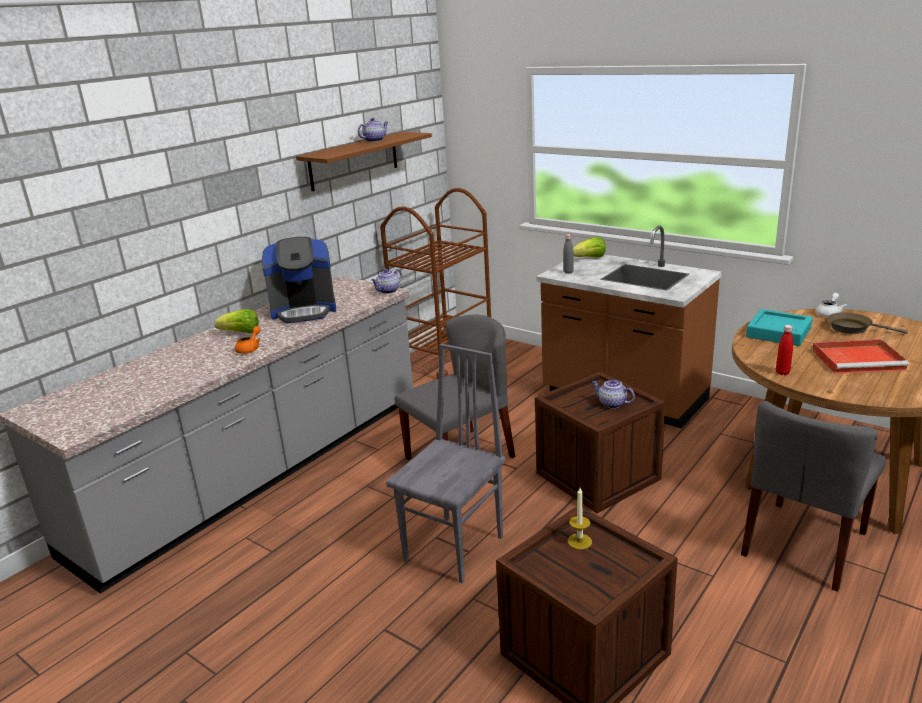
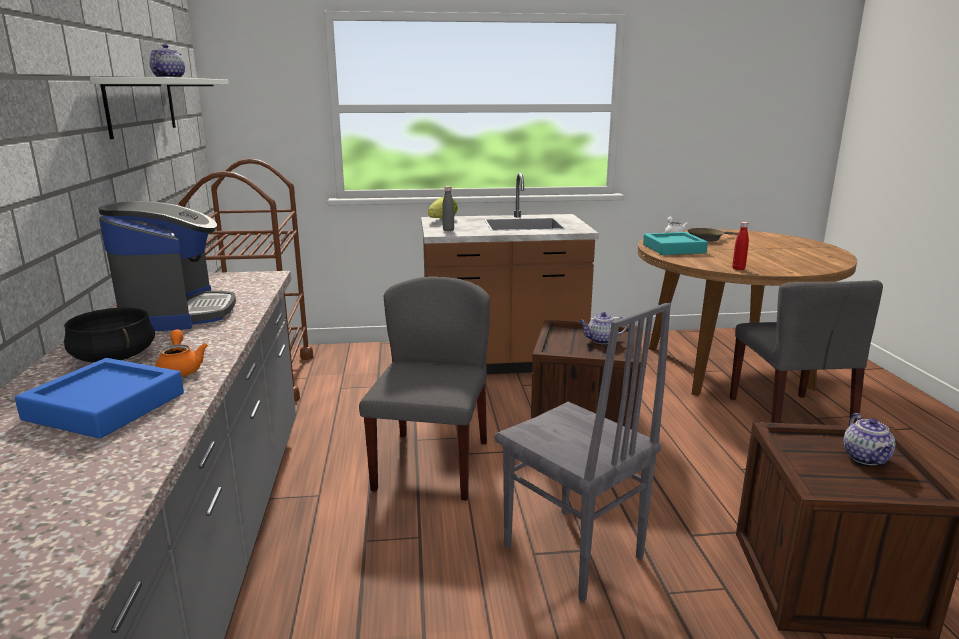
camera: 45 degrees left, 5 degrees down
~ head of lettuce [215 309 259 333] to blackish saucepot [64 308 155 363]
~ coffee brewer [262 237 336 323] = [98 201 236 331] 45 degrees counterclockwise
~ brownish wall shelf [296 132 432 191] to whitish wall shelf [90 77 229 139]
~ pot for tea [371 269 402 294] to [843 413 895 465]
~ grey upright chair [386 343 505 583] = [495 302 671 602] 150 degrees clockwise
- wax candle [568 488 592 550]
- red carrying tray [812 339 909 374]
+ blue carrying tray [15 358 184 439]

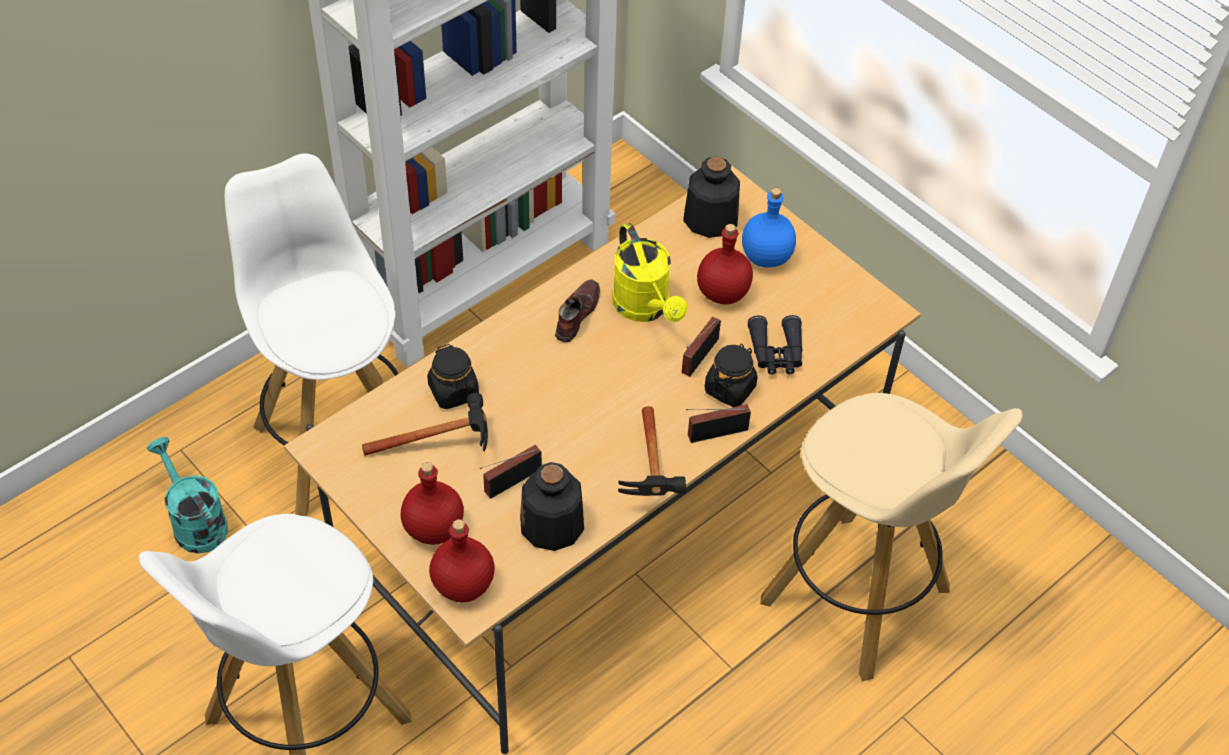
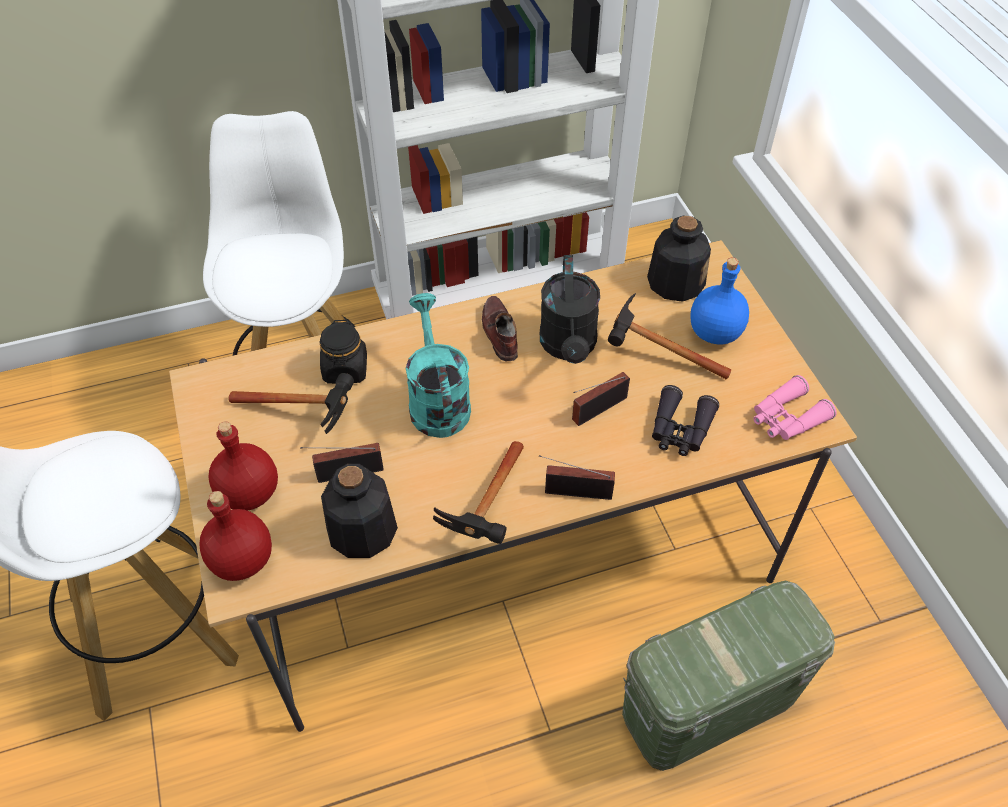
camera: 25 degrees right, 0 degrees up
~ turquoise sprinkling can [147 437 228 554] to [405 293 471 438]
~ brownish shoe [555 280 600 342] = [482 296 518 361] 60 degrees counterclockwise
~ yellow sprinkling can [612 223 687 322] to blackish sprinkling can [540 255 600 364]
~ red drink bottle [697 224 753 304] to hammer [608 293 731 380]
- blackish jar [705 344 758 407]
~ beige-coloured stool [760 393 1023 681] to green-coloured storage bin [622 580 835 771]
+ pink-coloured binoculars [753 375 837 440]

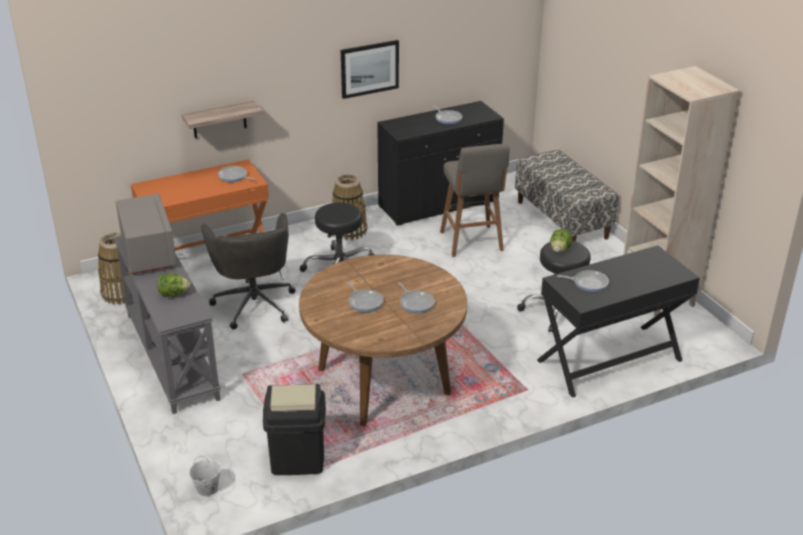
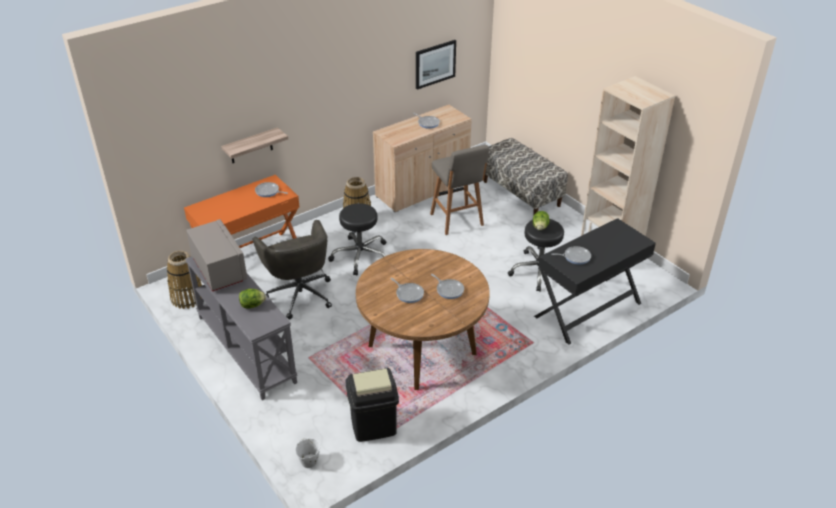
camera: 10 degrees left, 5 degrees up
~ picture [341 40 399 99] to [416 40 456 90]
~ blackish cupboard [377 101 504 226] to beige-coloured cupboard [373 105 472 212]

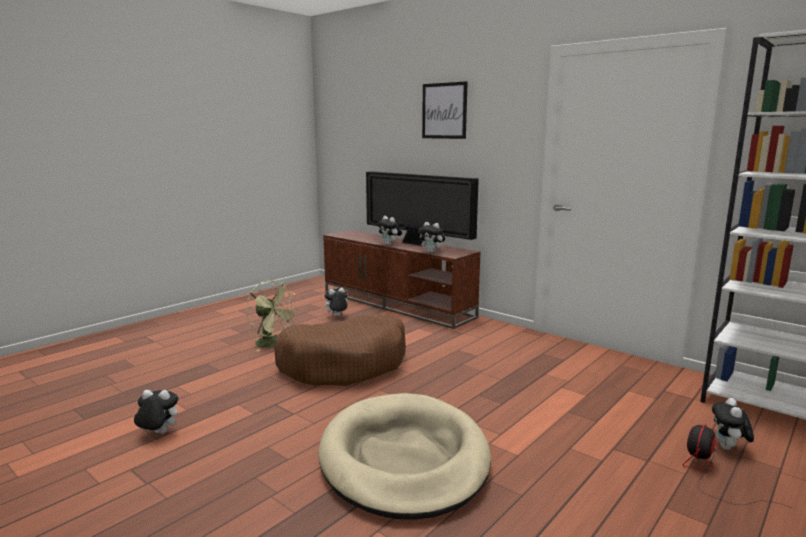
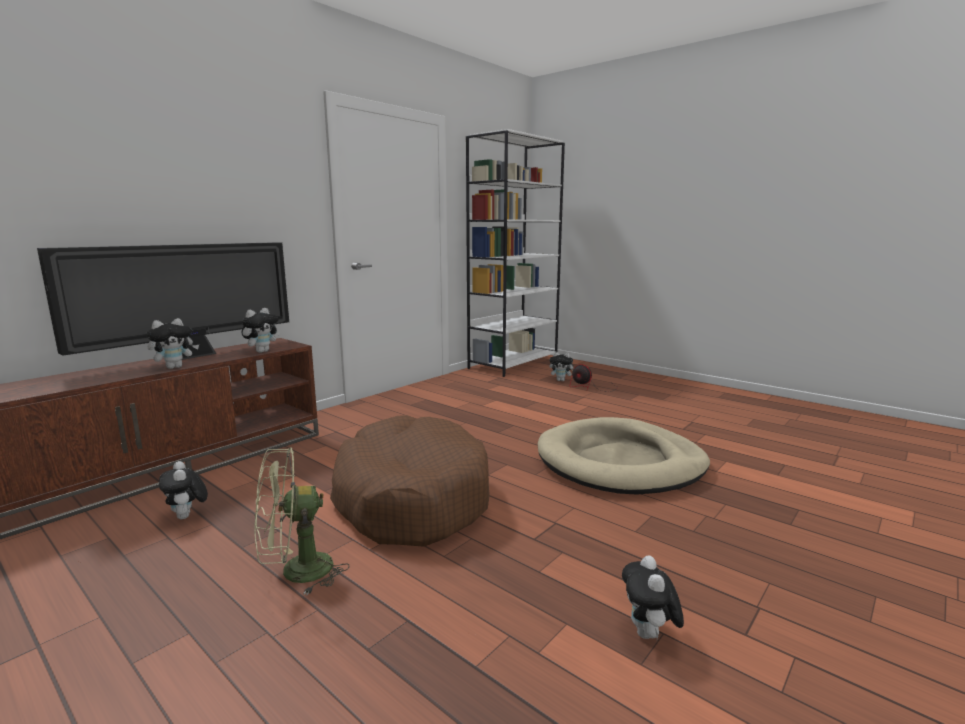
camera: 90 degrees left, 0 degrees up
~ green-coloured cooling fan [246 280 298 352] = [254 447 350 596] 150 degrees counterclockwise
- picture [422 81 468 139]

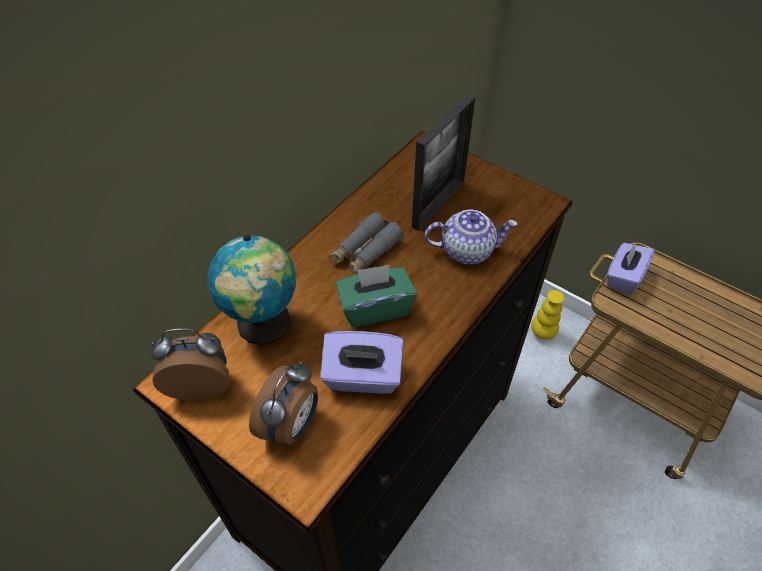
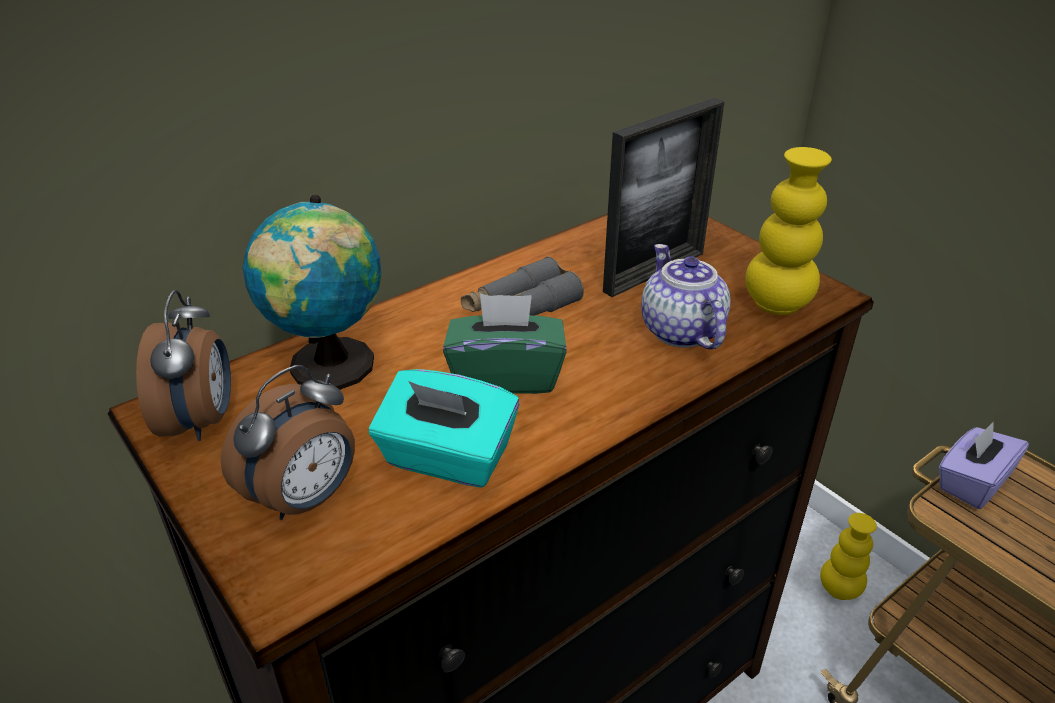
camera: 15 degrees right, 15 degrees down
~ table clock [151 329 229 401] = [136 290 231 441] 75 degrees clockwise
~ purplish tissue box [320 331 404 394] to turquoise tissue box [369 369 520 488]
~ pot for tea [424 209 517 265] = [641 244 731 350] 120 degrees counterclockwise
+ yellow flower vase [745 147 832 315]

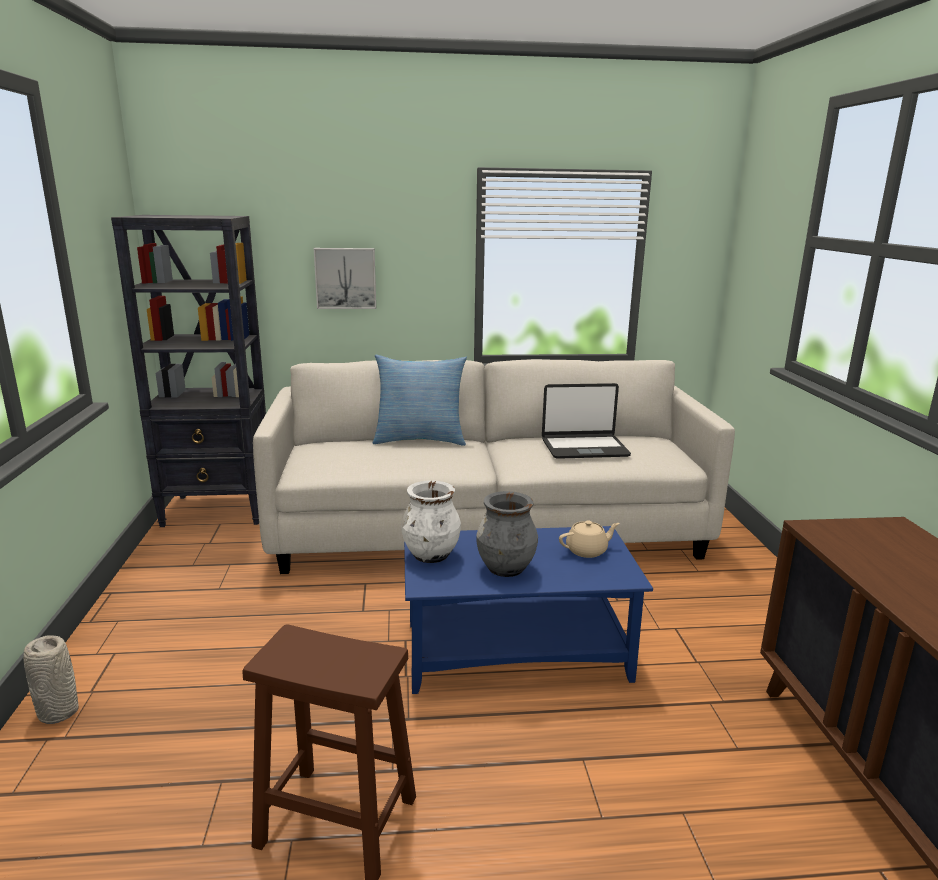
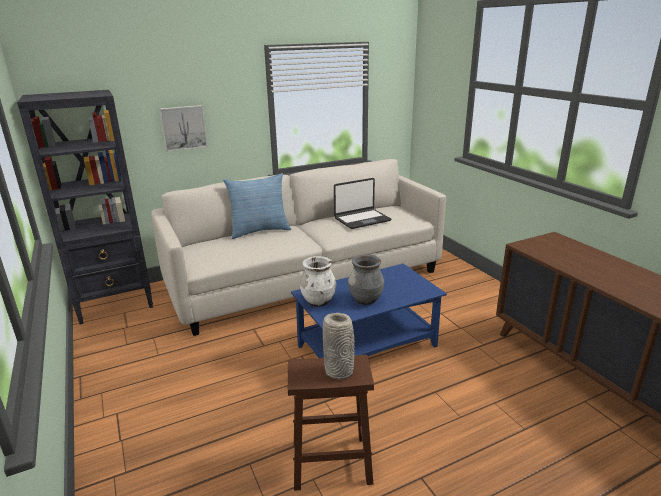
camera: 20 degrees left, 5 degrees up
~ grey flower vase [23 635 79 724] to [323 313 355 379]
- beige-coloured pot for tea [559 521 620 558]

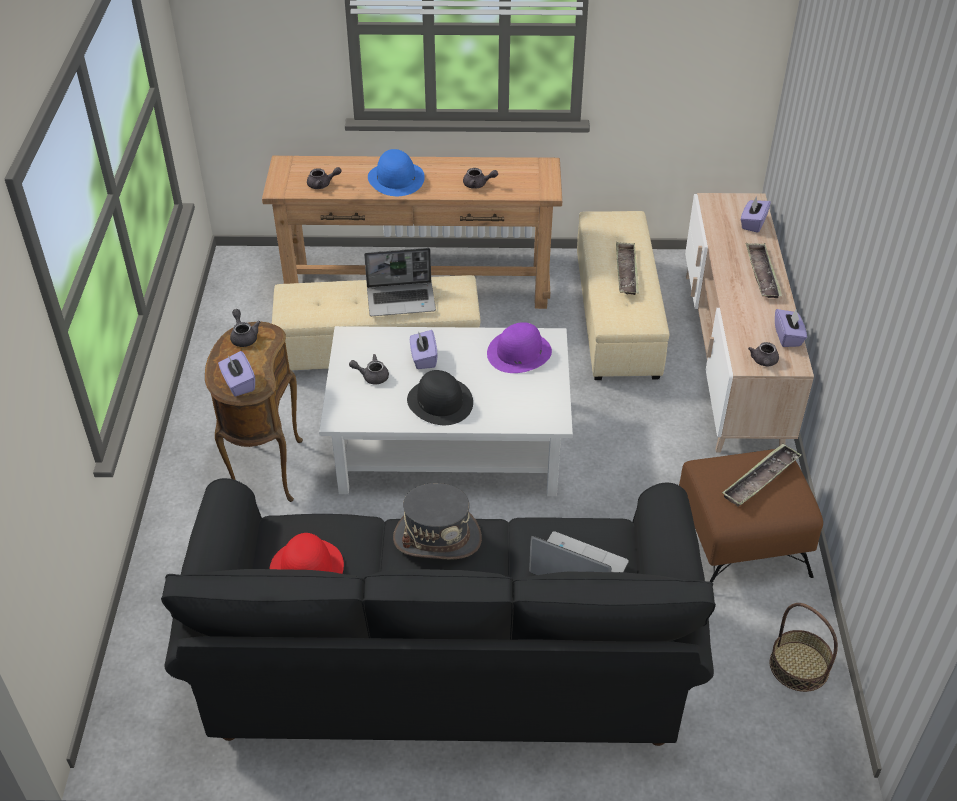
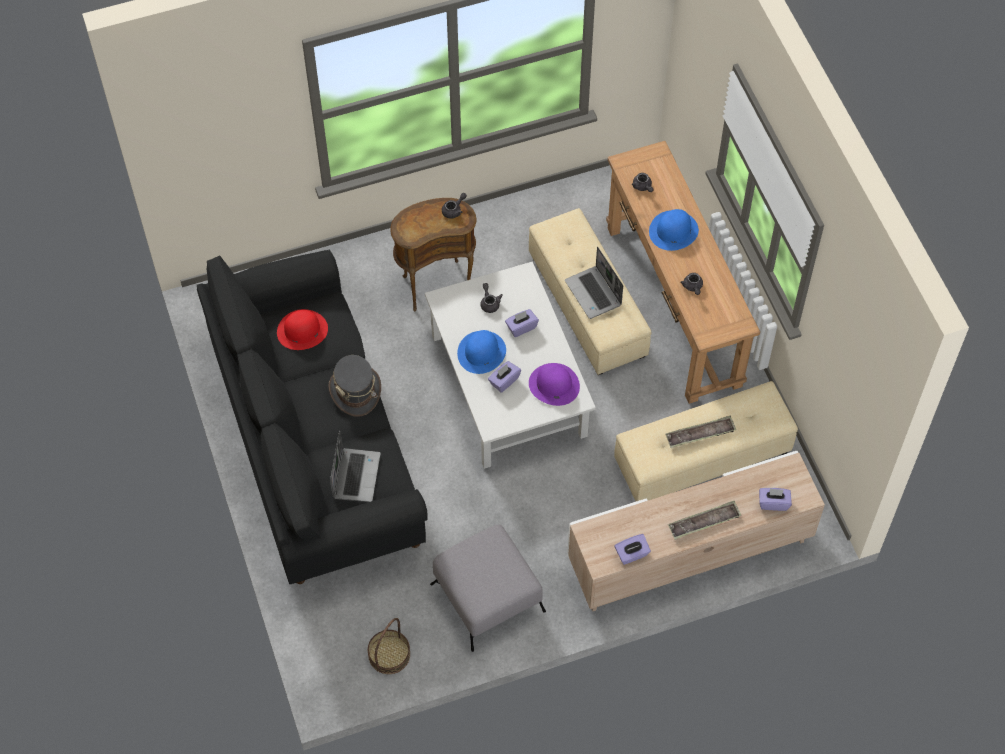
camera: 70 degrees right, 15 degrees up
~ purplish tissue box [218 351 255 396] to [488 361 521 393]
~ blackish clothing hat [407 370 473 425] to blue clothing hat [457 330 506 374]
~ brownish ottoman [679 449 823 583] to grey ottoman [430 525 546 652]
- carrying tray [722 443 801 507]
- grey pot for tea [748 342 779 366]

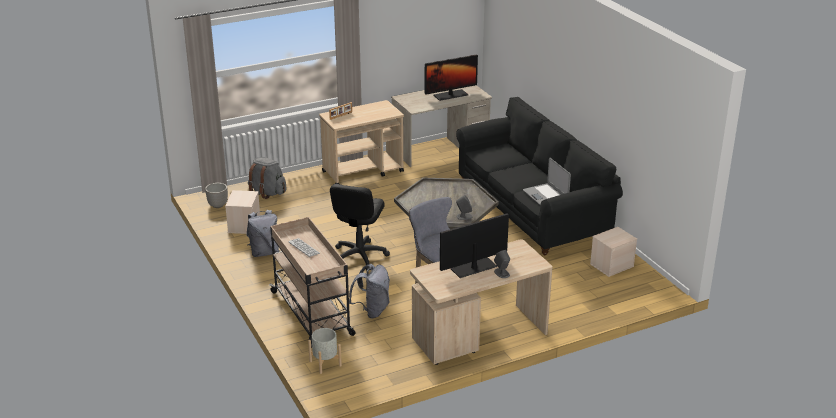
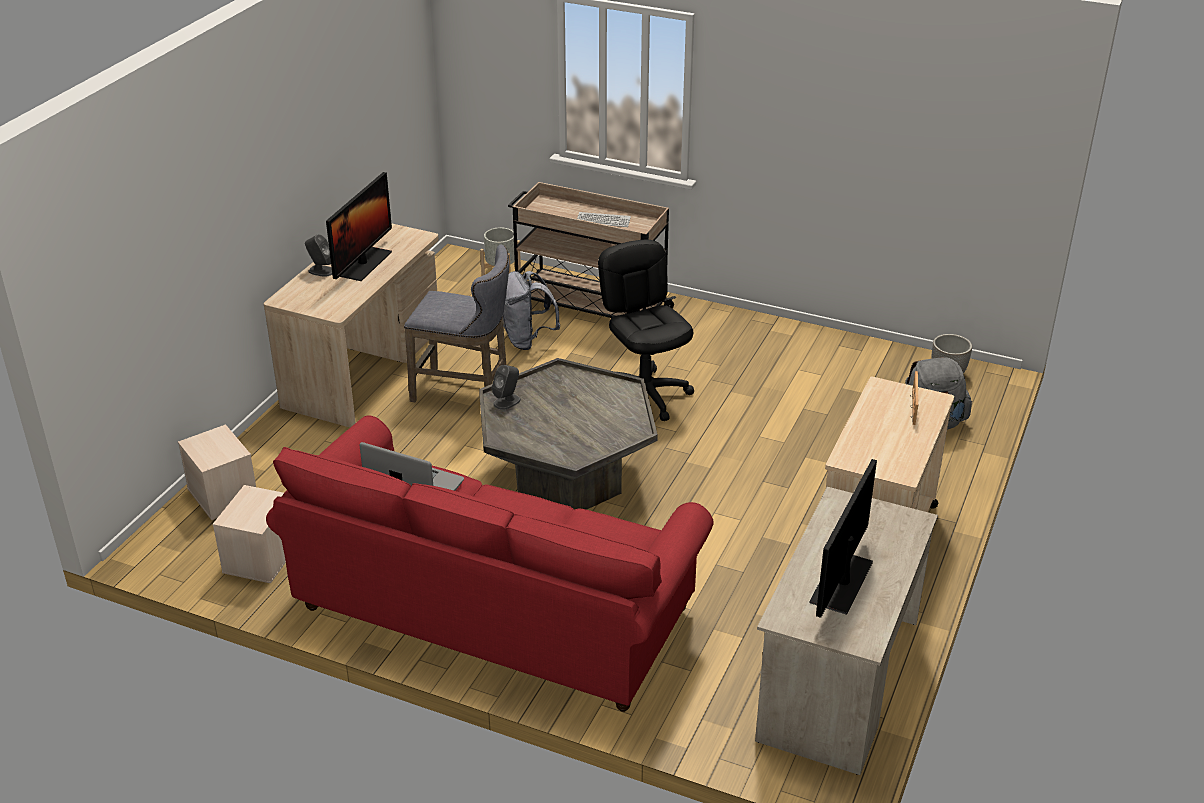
camera: 140 degrees right, 5 degrees up
~ beige-coloured storage bin [225 190 260 234] to [178 424 256 520]
- grey backpack [246 210 279 257]
~ blackish settee [456 97 623 255] to red settee [266 415 714 712]

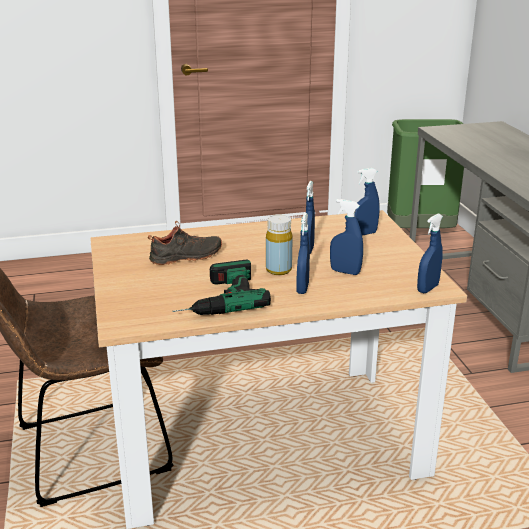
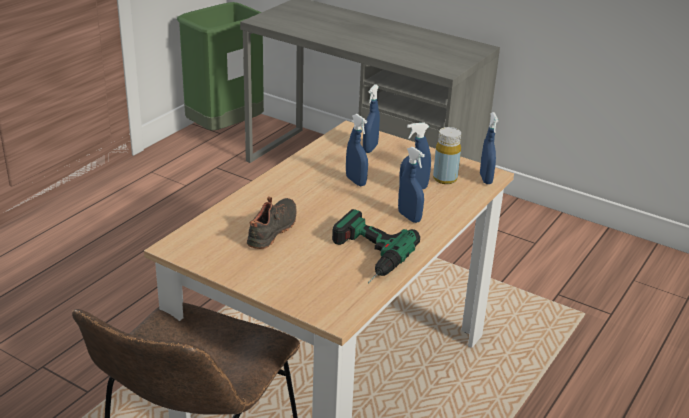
camera: 45 degrees left, 5 degrees up
~ yellow drink bottle [266 214 293 275] to [433 127 461 184]

